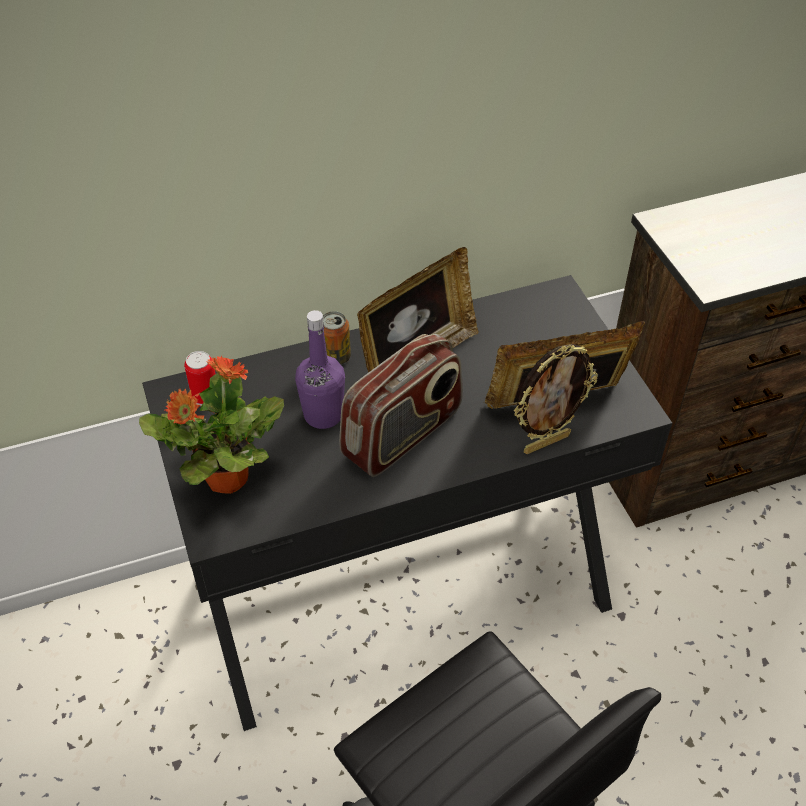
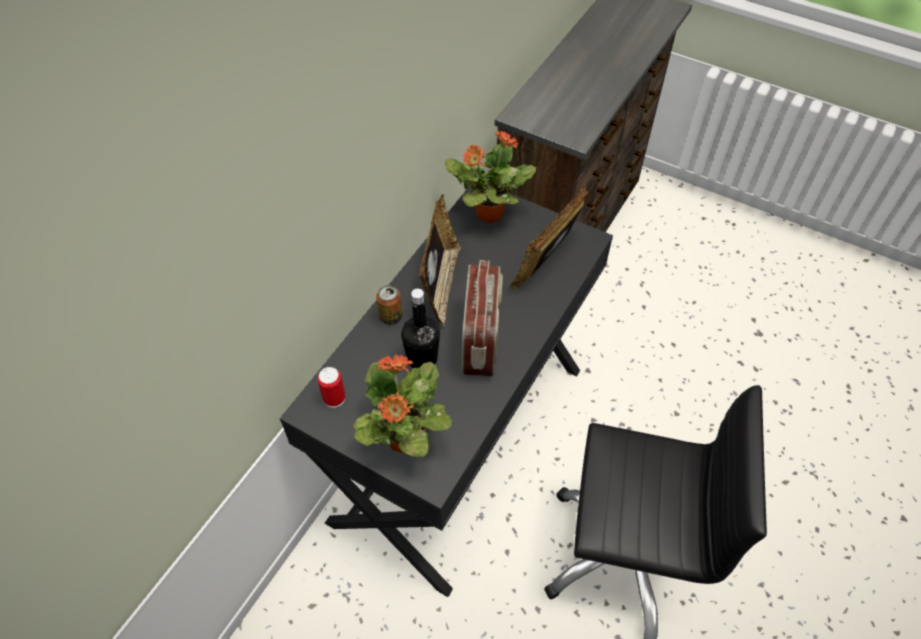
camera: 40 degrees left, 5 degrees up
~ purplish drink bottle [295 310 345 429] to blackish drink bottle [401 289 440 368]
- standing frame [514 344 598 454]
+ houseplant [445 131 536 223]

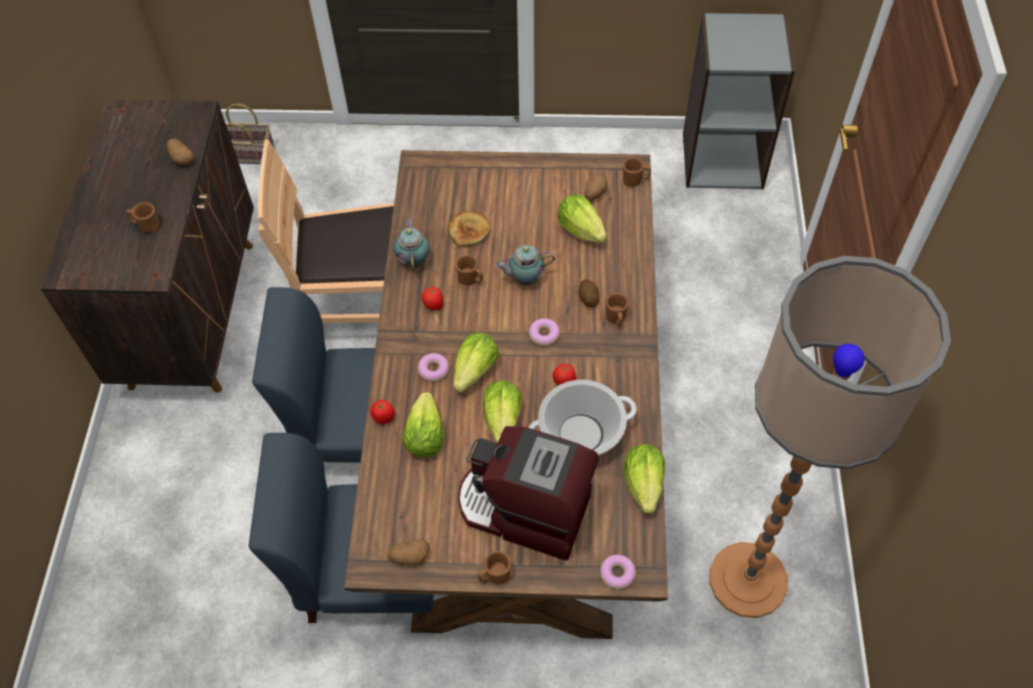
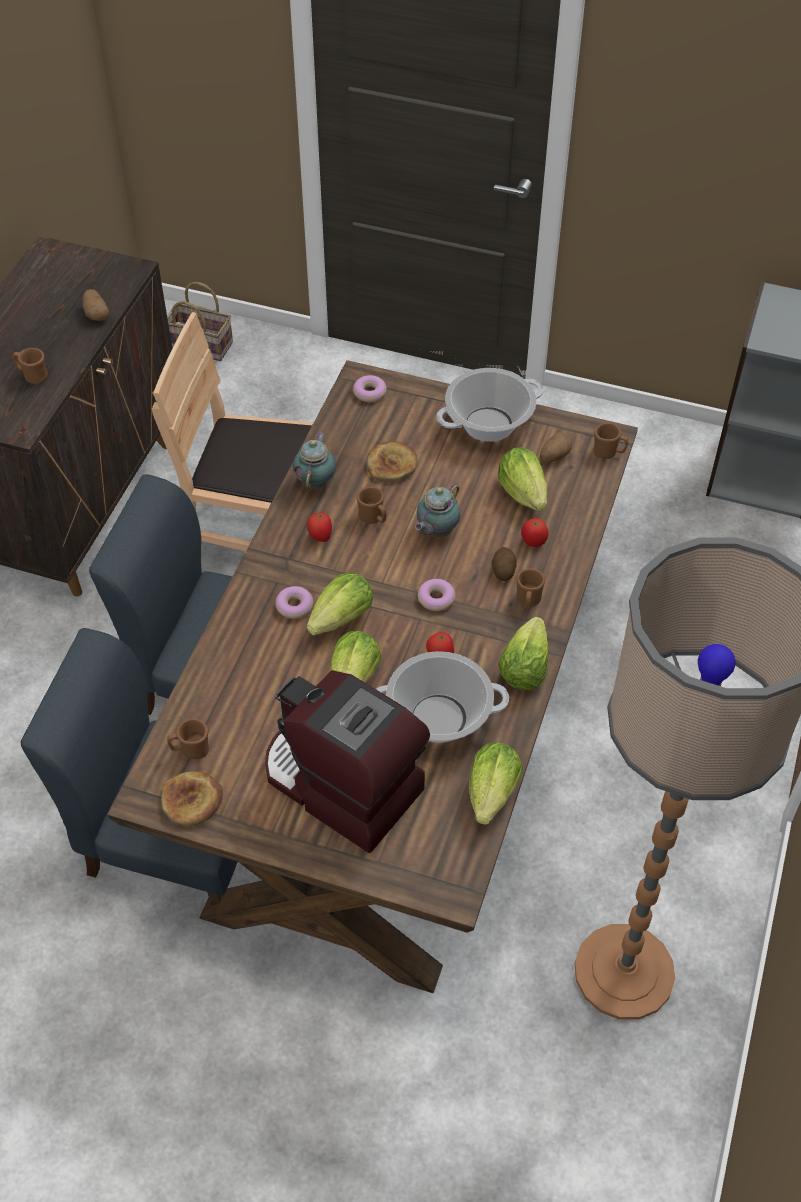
camera: 15 degrees right, 5 degrees down
~ whole tomato [370 400 395 424] to [521 518 549 547]
~ whole potato [388 539 429 566] to baked bread [161 771 223 826]
~ head of lettuce [402 392 444 458] to [498 617 549 690]
~ brownish mug [477 551 511 584] to [167 718 209 759]
~ pot for tea [495 245 555 286] = [415 482 461 537] 60 degrees counterclockwise
~ doughnut [600 555 636 589] to [353 375 387 402]
+ saucepot [437 368 544 442]

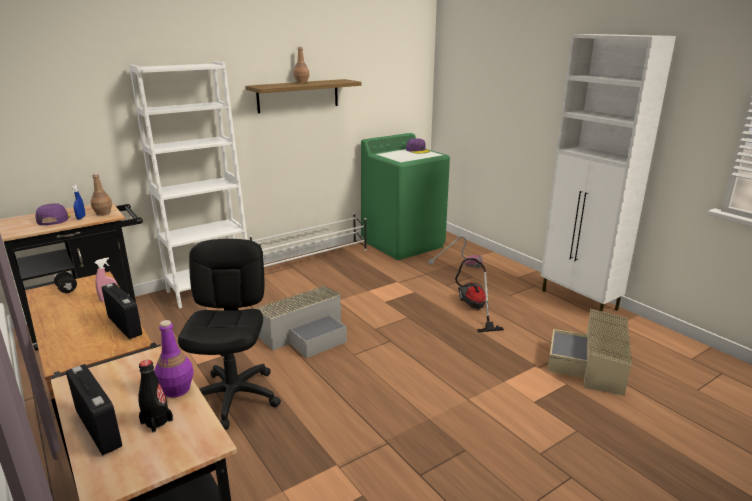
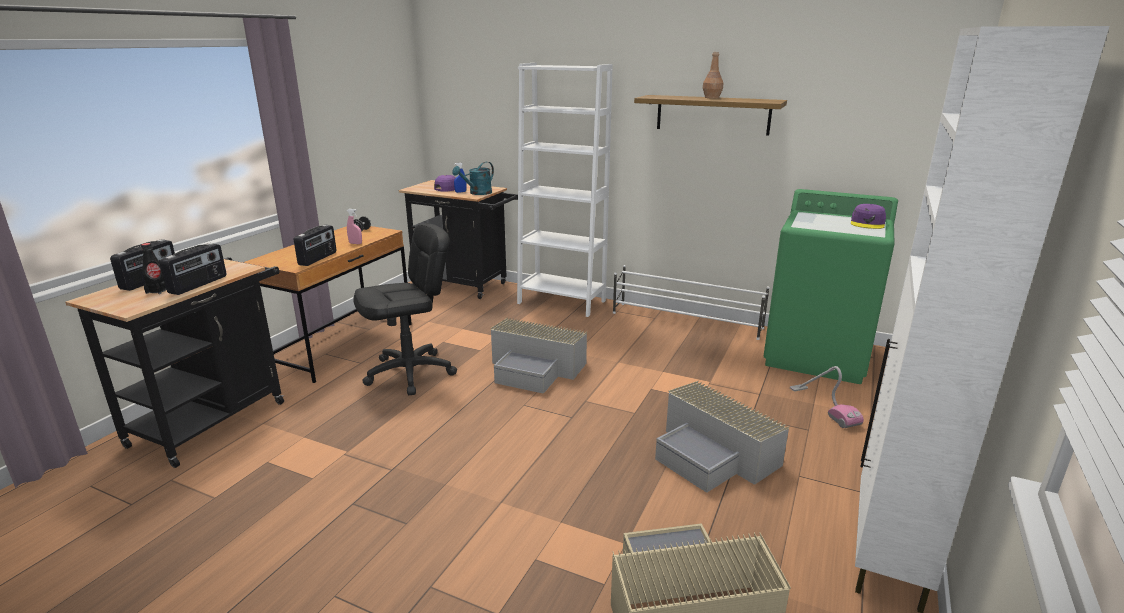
camera: 60 degrees right, 0 degrees up
~ brownish drink bottle [91 173 112 216] to turquoise sprinkling can [452 162 494 195]
~ purplish drink bottle [154 320 194 397] to radio set [160 243 226 295]
~ hoover [455 258 504 332] to grey storage bin [655 381 790 493]

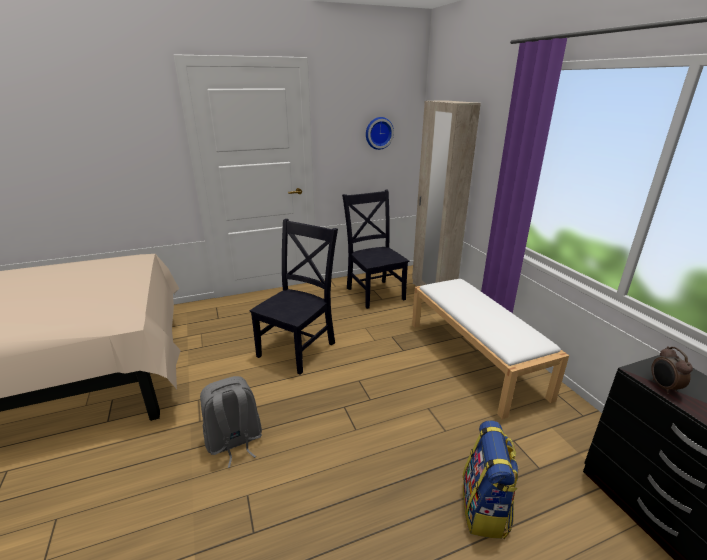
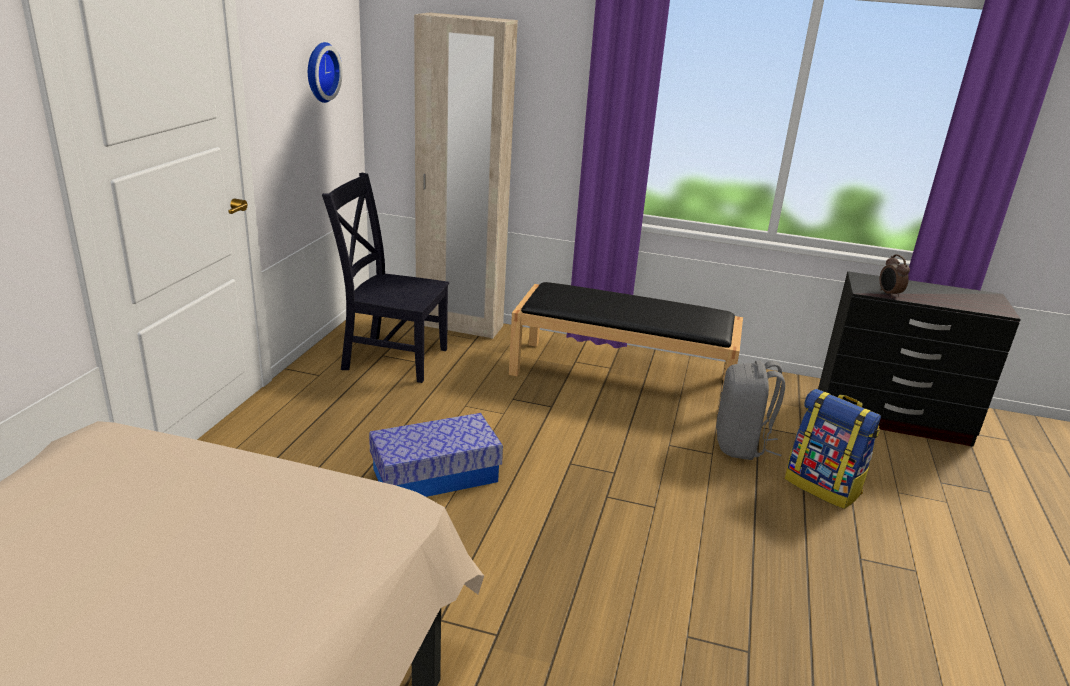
camera: 55 degrees left, 0 degrees up
~ grey backpack [200 376 262 468] to [716 361 785 460]
~ blackish upright chair [249 219 338 375] to storage bin [369 413 503 497]
~ whitish long seat [412 279 569 419] to blackish long seat [509 282 743 410]
~ table clock [651 346 693 394] = [879 254 910 298] 45 degrees clockwise

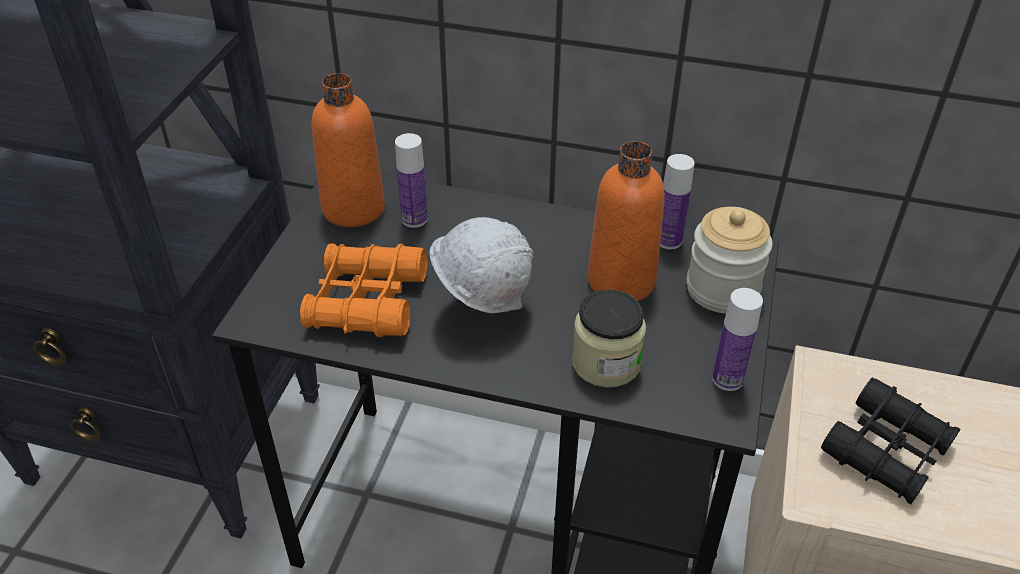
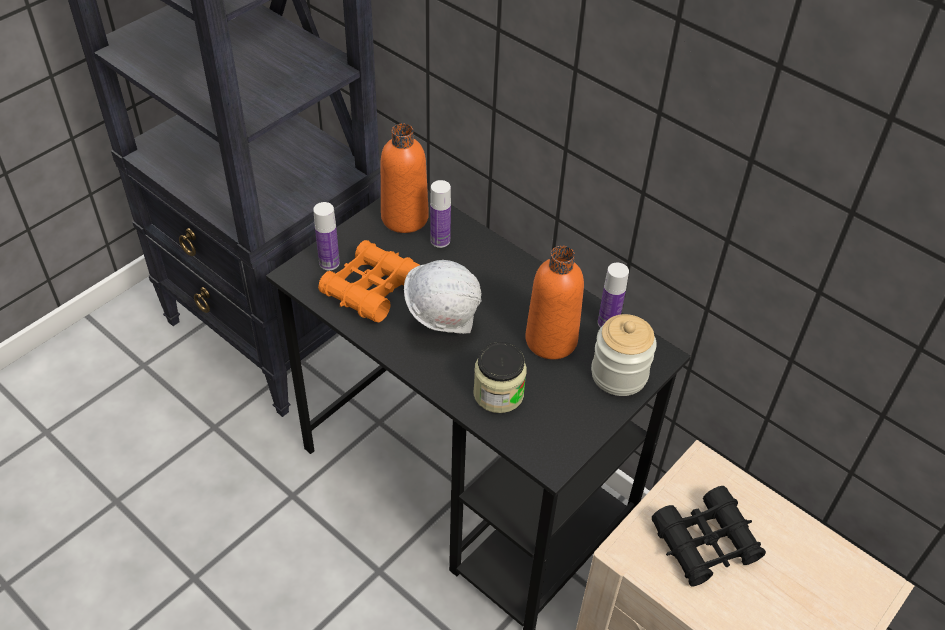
camera: 25 degrees right, 5 degrees up
~ drink bottle [712 288 763 391] to [313 202 340 270]

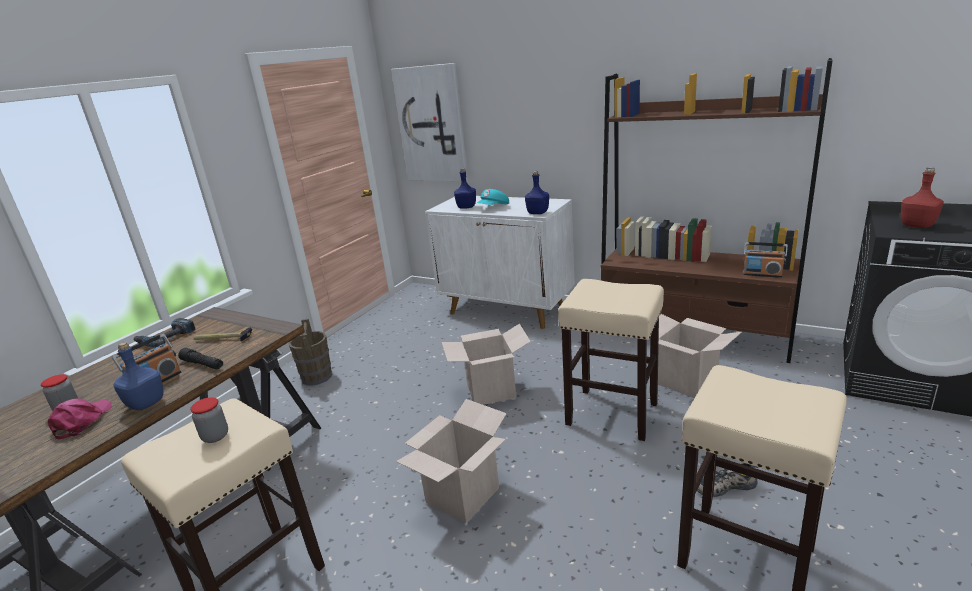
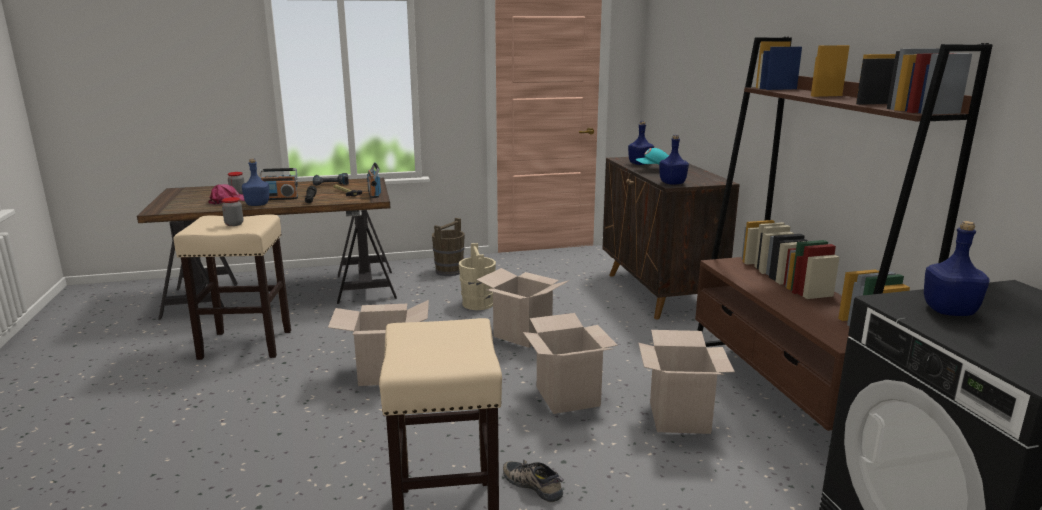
camera: 45 degrees right, 5 degrees down
- picture [391 63 468 182]
~ whitish cupboard [425 196 575 329] to brownish cupboard [602 157 740 319]
~ beige-coloured stool [558 279 664 441] to carton [523 313 618 414]
~ radio set [743 242 788 278] to [367 162 381 198]
~ red drink bottle [901 167 944 228] to blue drink bottle [924 221 990 316]
+ beige-coloured bucket [459 243 496 310]

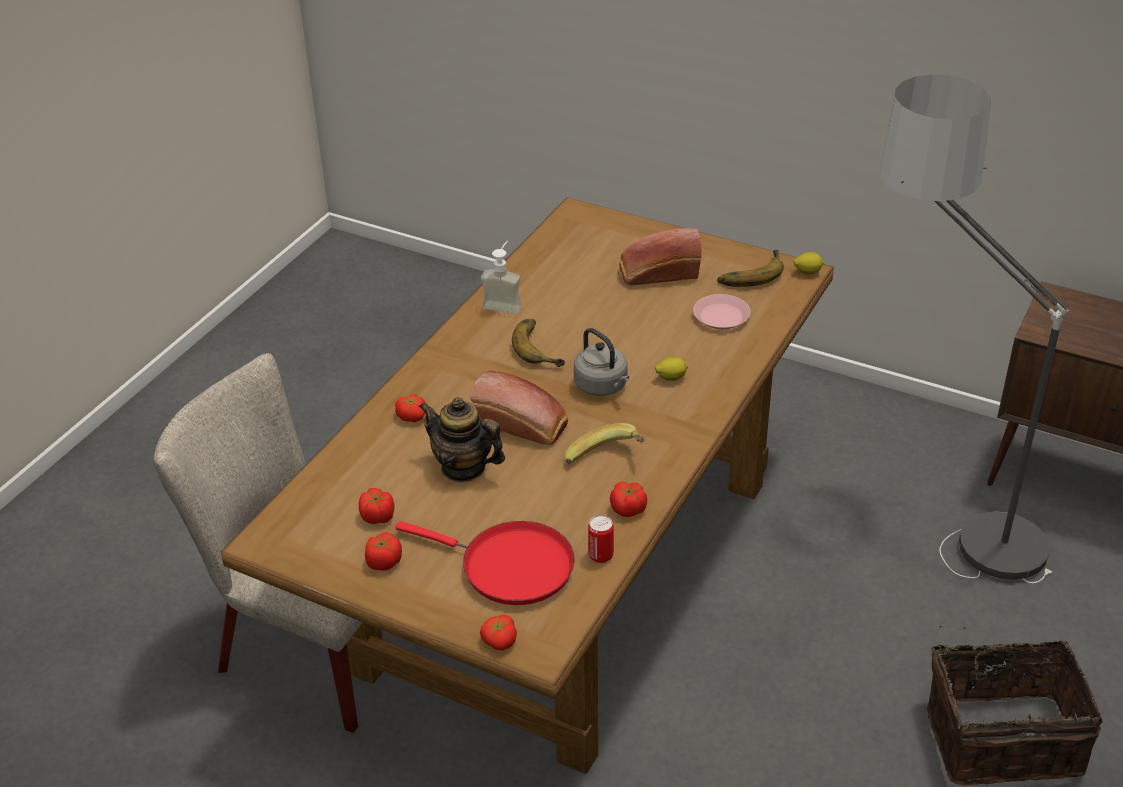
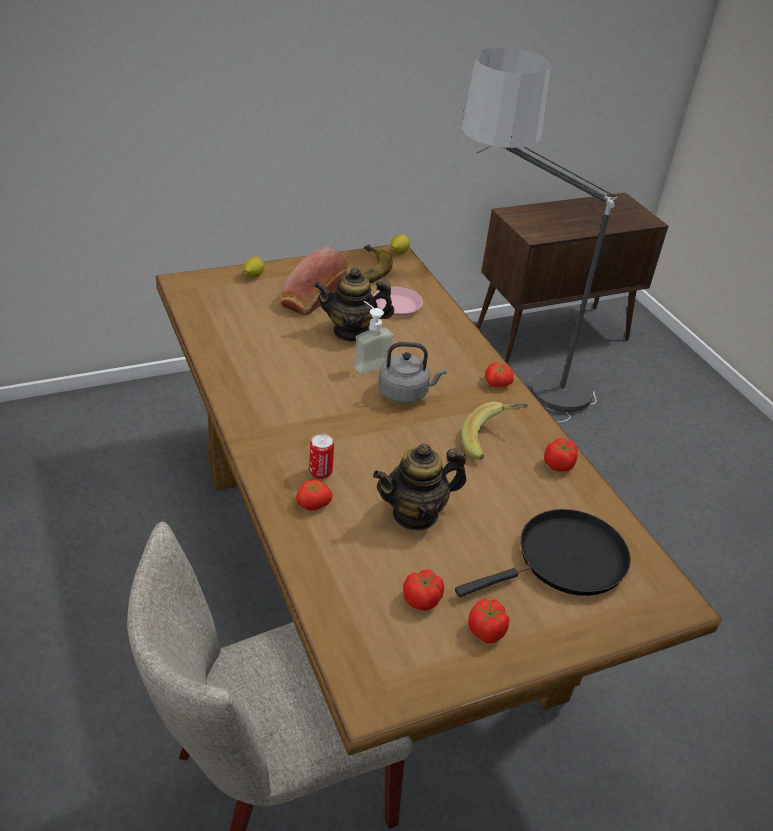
camera: 55 degrees left, 0 degrees up
~ red frying pan [396 521 575 605] to blackish frying pan [455 509 631 597]
- baked bread [470 371 568 446]
~ whole tomato [480 614 517 651] to [485 363 514 387]
~ soap bottle [481 241 522 314] to [353 301 394 374]
- banana [512 319 565 367]
~ sealed can [588 515 614 563] to [309 433 334 479]
~ citrus fruit [655 356 688 381] to [243 257 264 278]
- basket [927 626 1103 785]
+ pot for tea [314 268 394 342]

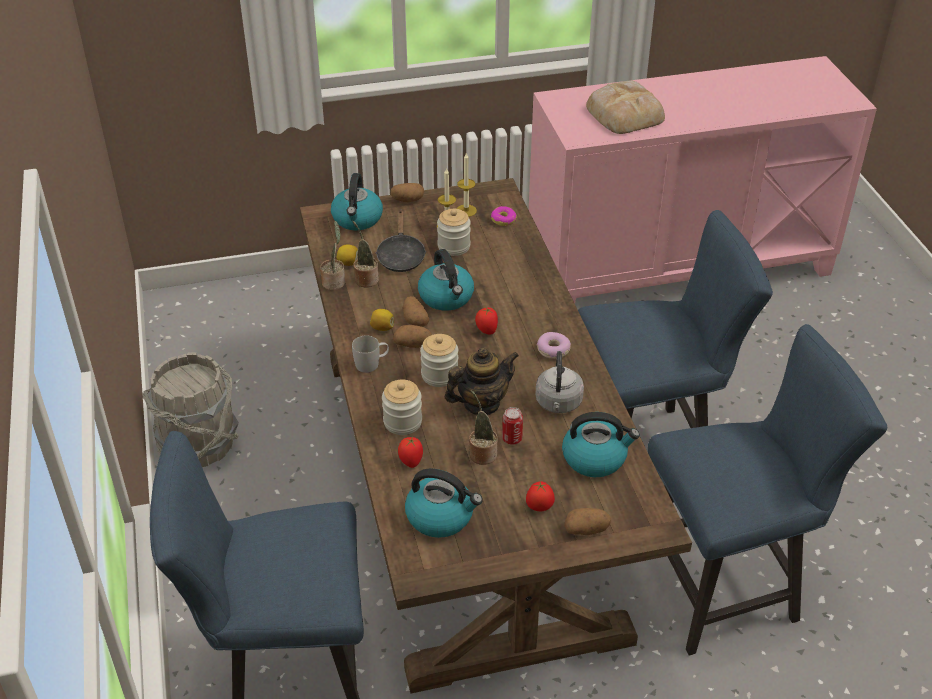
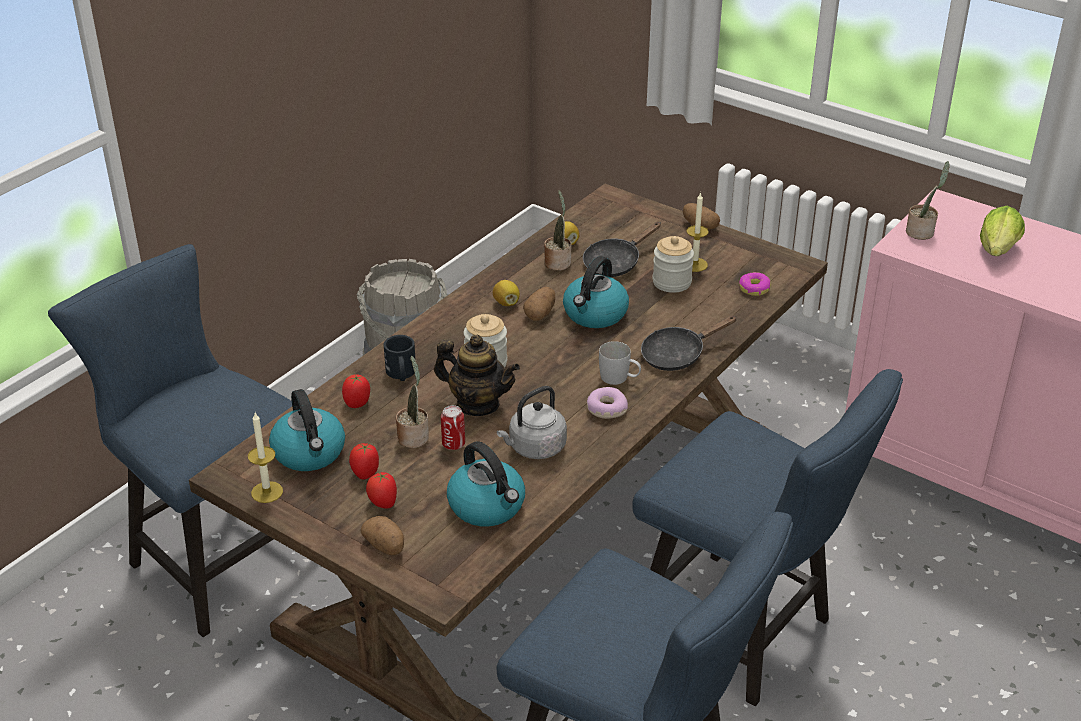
camera: 50 degrees right, 5 degrees down
~ houseplant [320 221 345 290] to [906 161 950 240]
- water kettle [331 173 383 230]
~ whitish mug [352 335 389 373] to [599 341 641 385]
~ jar [382 379 422 435] to blackish mug [383 335 416 381]
- whole potato [393 325 432 348]
~ wax candle [456 153 477 217] to [248 413 283 503]
~ whole tomato [475 307 498 335] to [349 443 379 479]
~ baked bread [586 81 665 134] to head of lettuce [980 206 1025 256]
+ blackish frying pan [641 316 737 371]

